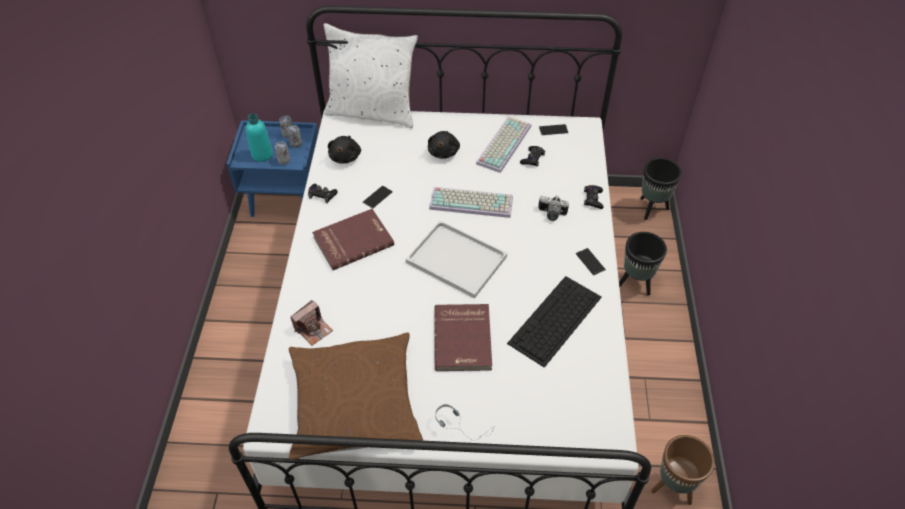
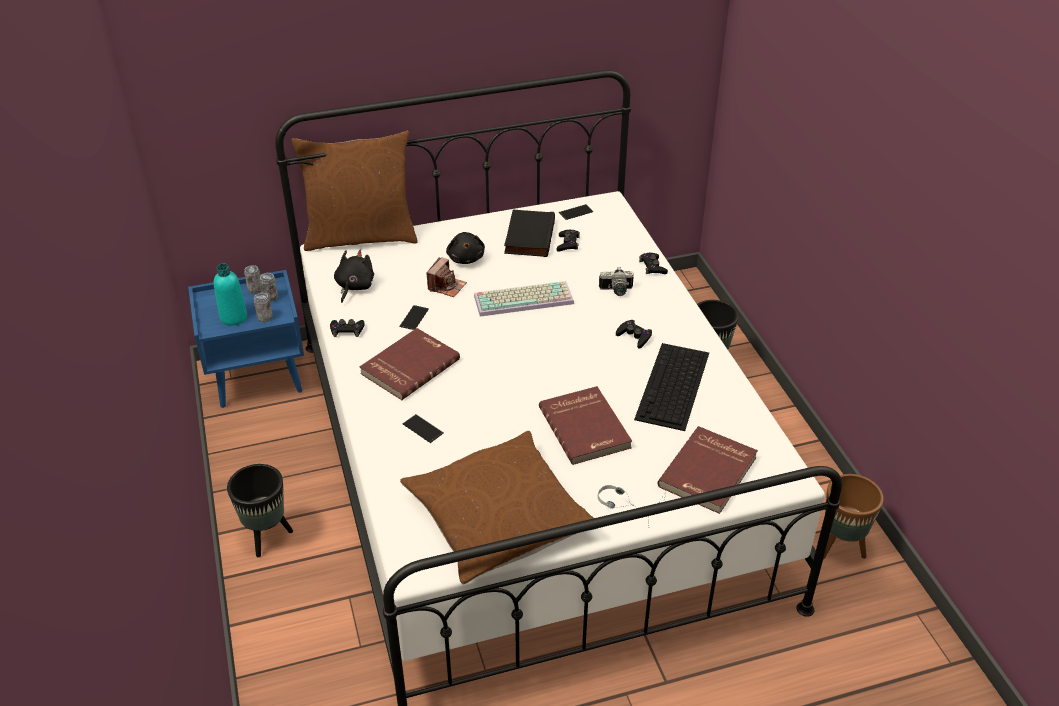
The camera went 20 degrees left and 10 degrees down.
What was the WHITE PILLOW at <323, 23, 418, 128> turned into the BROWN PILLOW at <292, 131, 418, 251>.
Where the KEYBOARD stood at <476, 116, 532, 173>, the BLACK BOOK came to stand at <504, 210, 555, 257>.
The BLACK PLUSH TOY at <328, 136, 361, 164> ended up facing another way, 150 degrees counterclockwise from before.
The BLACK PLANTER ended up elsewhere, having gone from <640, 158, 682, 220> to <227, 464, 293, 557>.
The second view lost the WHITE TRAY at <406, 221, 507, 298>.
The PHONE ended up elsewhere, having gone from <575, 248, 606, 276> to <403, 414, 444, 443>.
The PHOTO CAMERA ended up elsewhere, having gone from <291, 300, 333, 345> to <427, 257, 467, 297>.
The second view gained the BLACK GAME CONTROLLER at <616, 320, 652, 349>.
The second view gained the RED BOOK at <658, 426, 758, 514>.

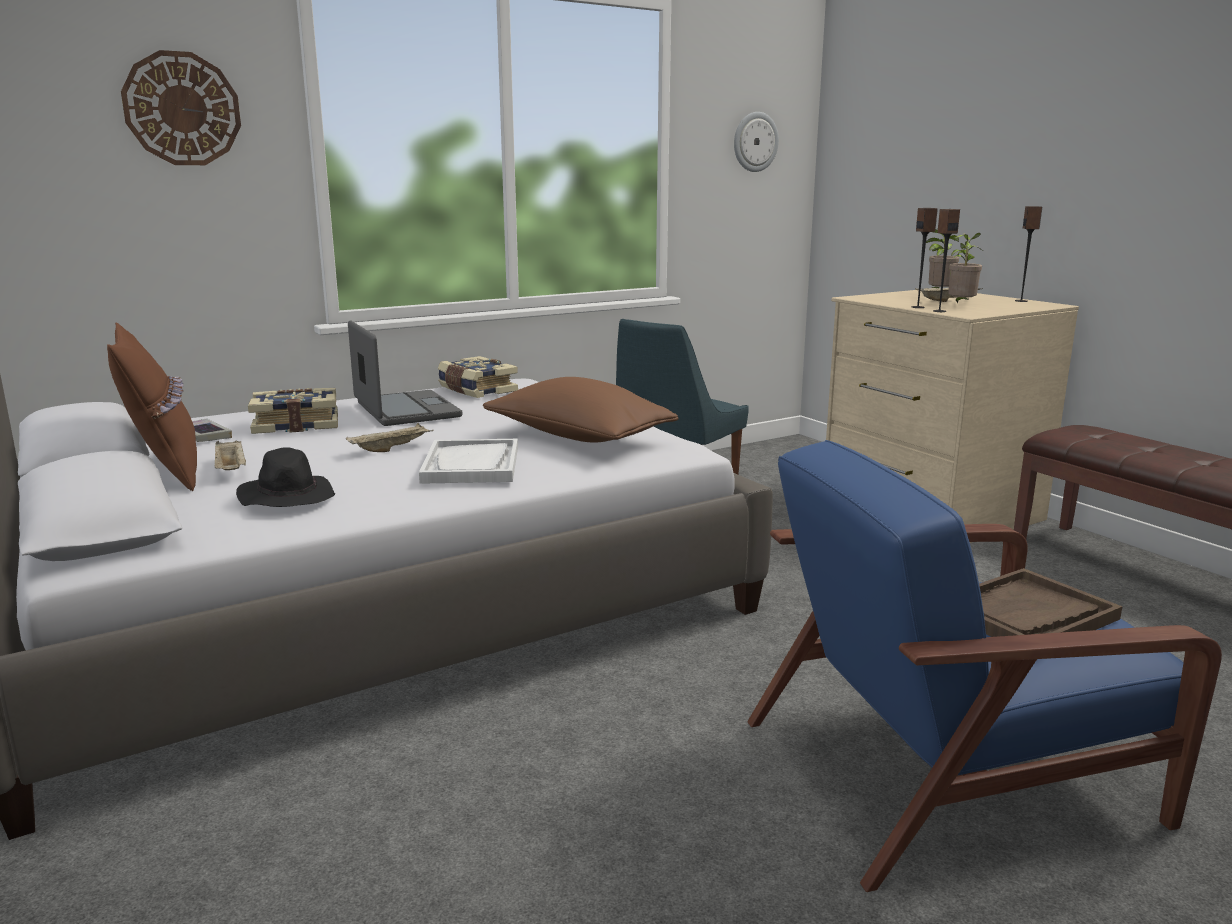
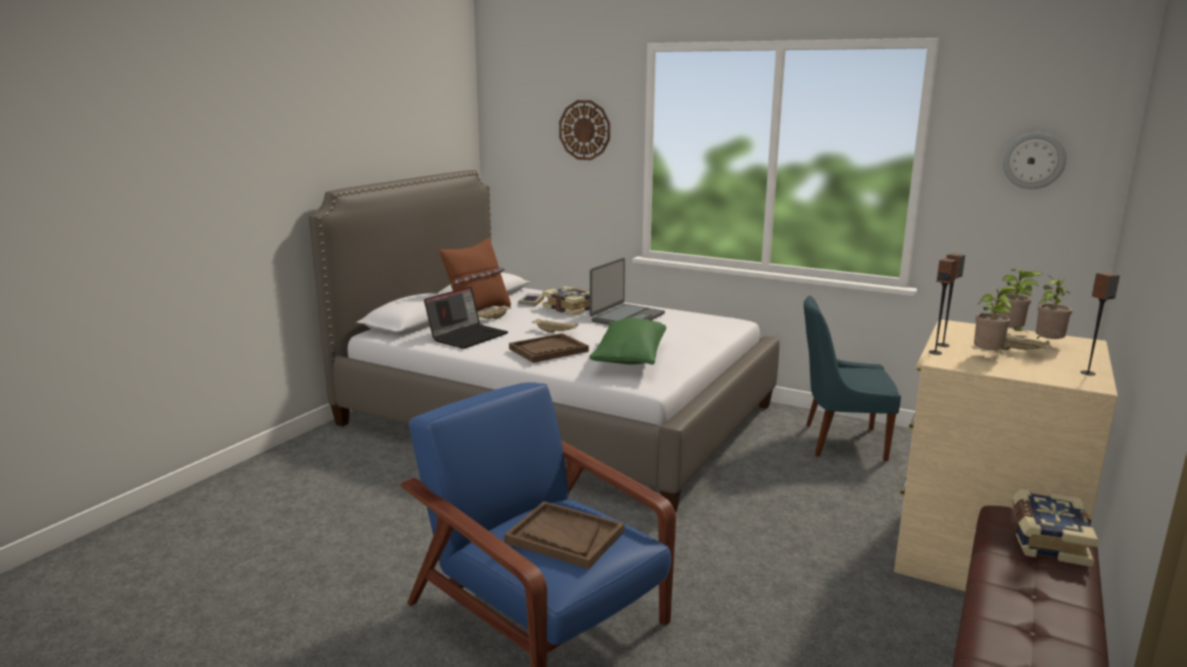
The camera went 60 degrees right and 0 degrees up.
The BOOK ended up elsewhere, having gone from <438, 356, 518, 398> to <1011, 489, 1099, 567>.
What was the BROWN PILLOW at <483, 377, 679, 443> turned into the GREEN PILLOW at <589, 318, 666, 364>.
What was the WHITE TRAY at <419, 439, 518, 484> turned into the BROWN TRAY at <509, 333, 589, 363>.
Where the BLACK HAT stood at <236, 447, 335, 507>, the LAPTOP came to stand at <424, 287, 508, 349>.
The second view gained the POTTED PLANT at <998, 269, 1043, 331>.

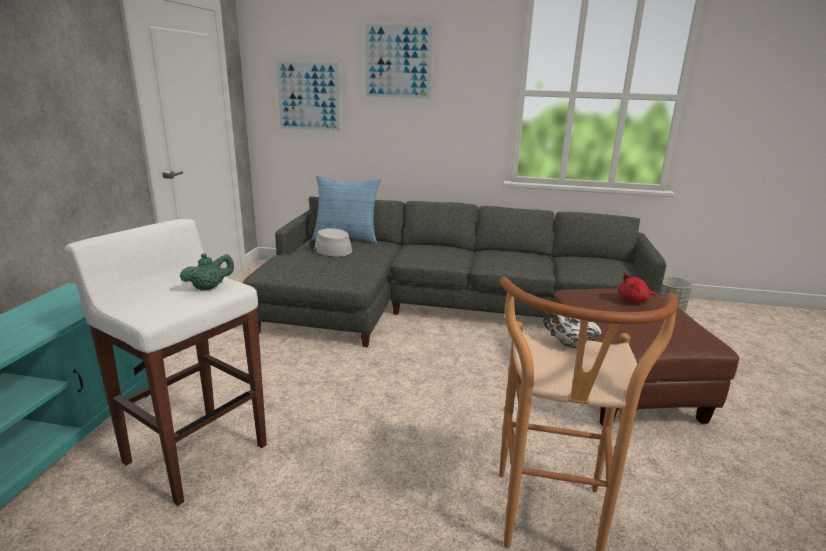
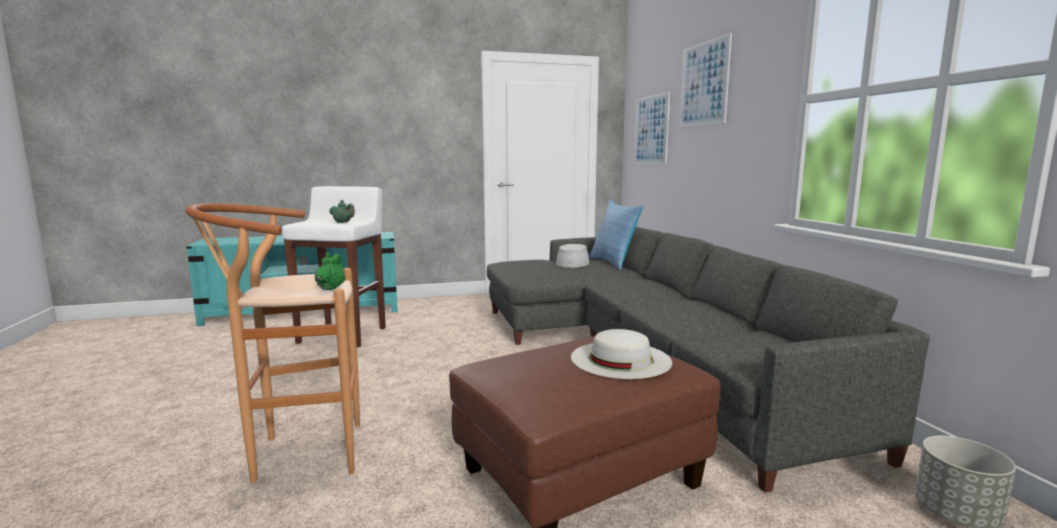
The camera went 65 degrees right and 10 degrees down.
Where the RED PLUSH TOY stood at <619, 273, 656, 303>, the WHITE HAT came to stand at <571, 329, 672, 379>.
What was the WHITE TEAPOT at <543, 312, 601, 349> turned into the GREEN TEAPOT at <315, 252, 345, 290>.

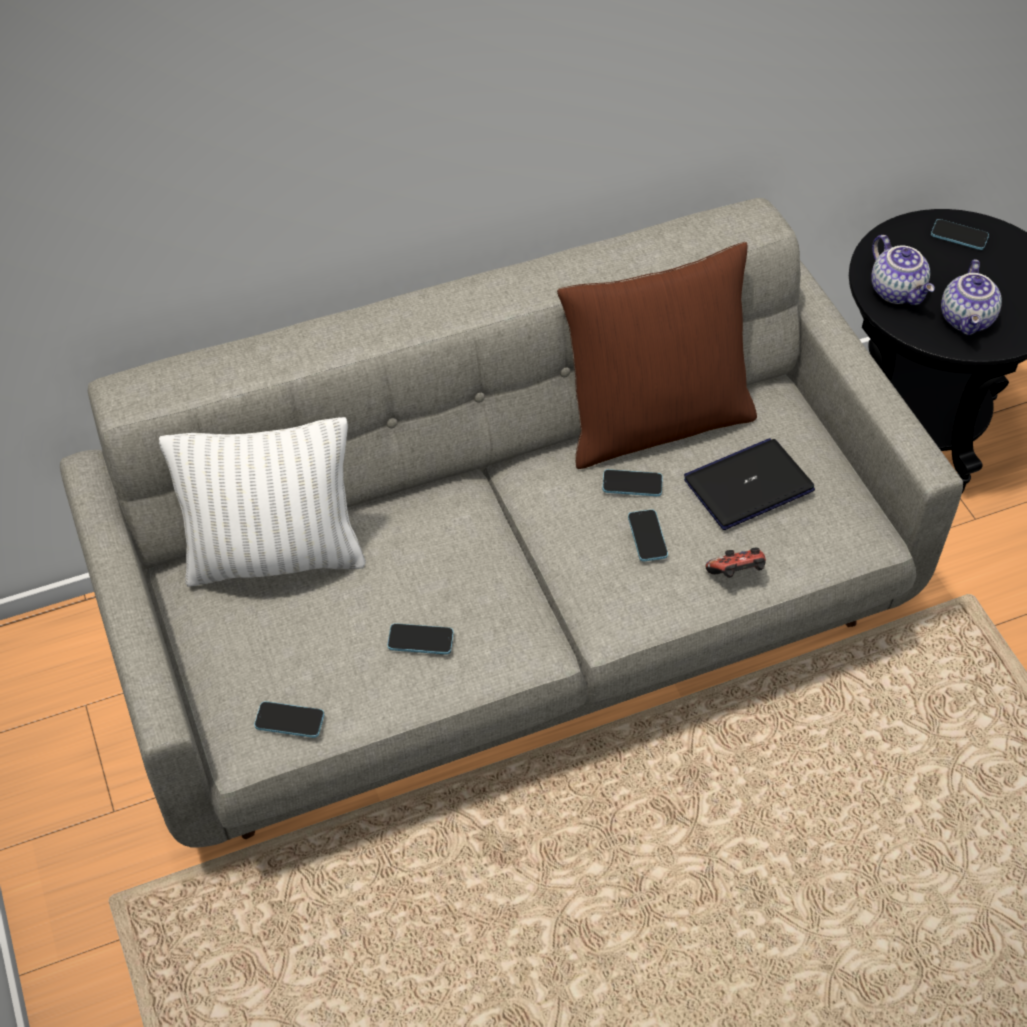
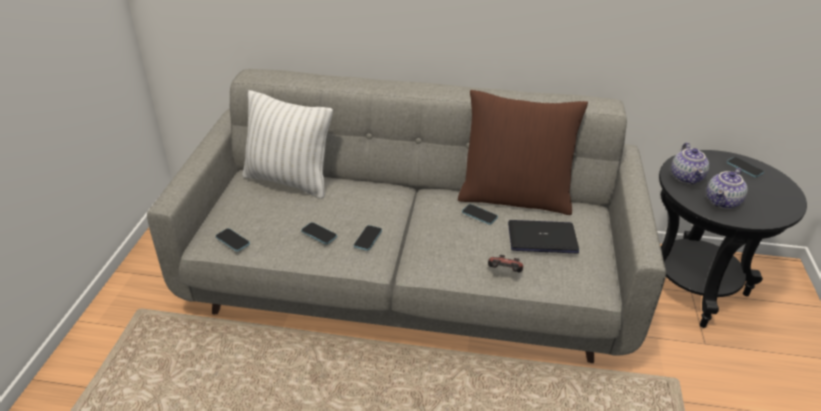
The camera went 30 degrees right and 15 degrees down.
The PHONE ended up elsewhere, having gone from <628, 509, 668, 562> to <354, 225, 382, 251>.

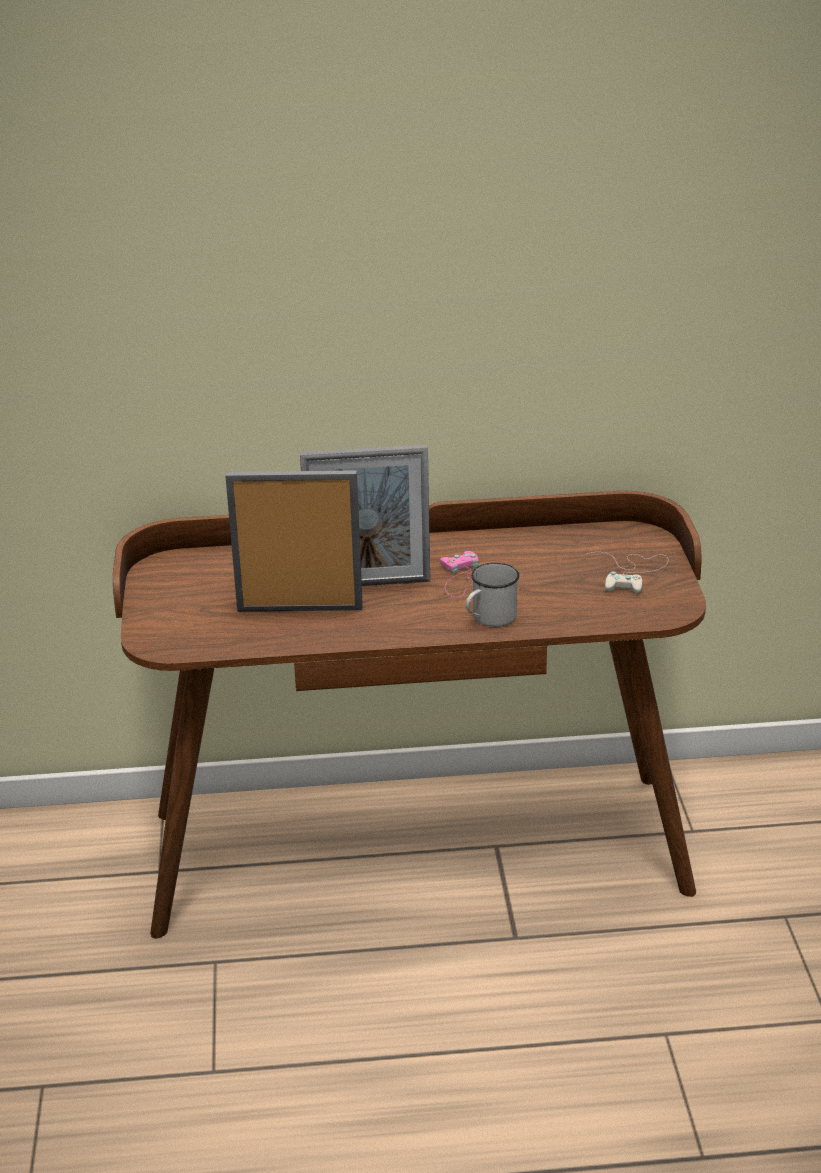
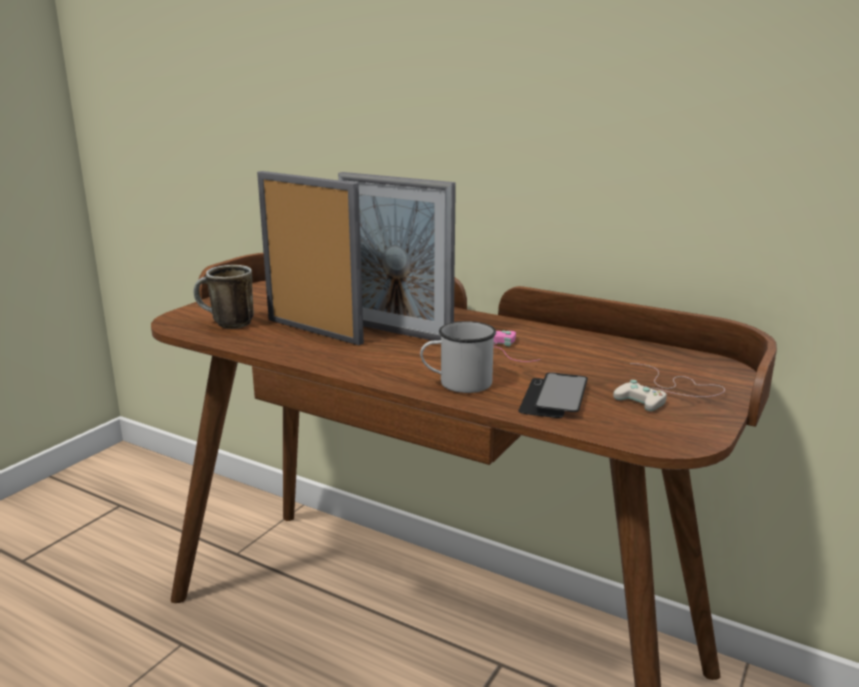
The camera went 35 degrees right and 10 degrees down.
The second view gained the MUG at <194, 265, 254, 329>.
The second view gained the PHONE at <518, 372, 588, 418>.

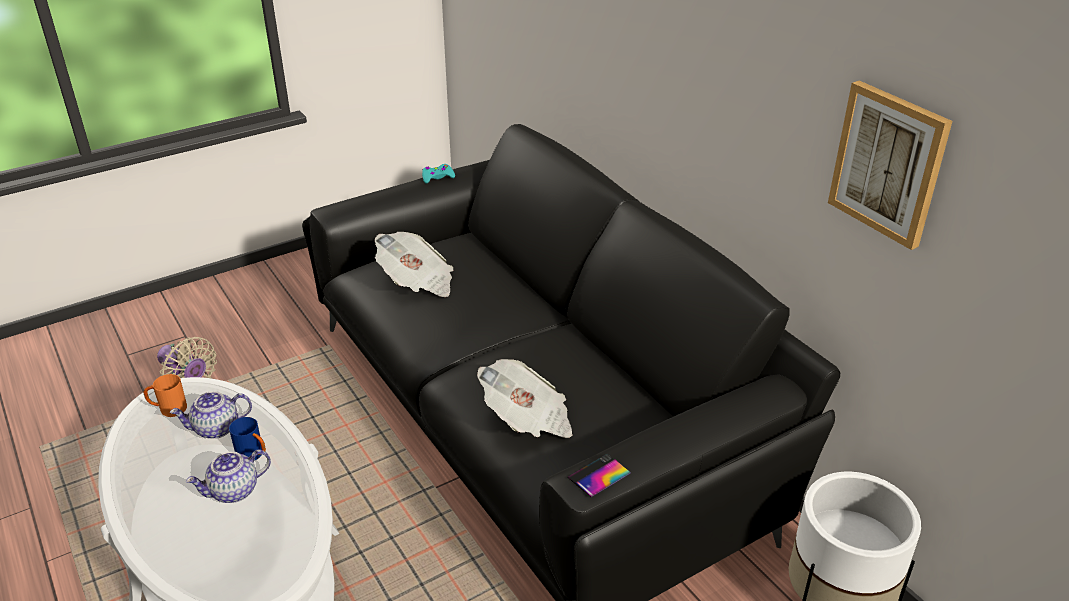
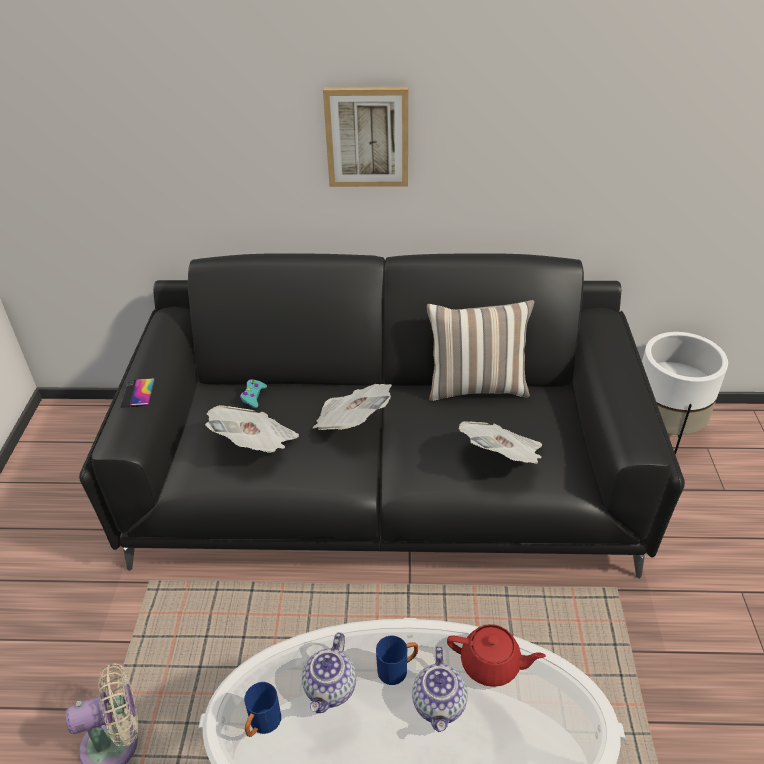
The camera went 55 degrees left and 5 degrees up.
The PICTURE ended up elsewhere, having gone from <828, 81, 952, 250> to <323, 87, 408, 187>.
The TURQUOISE GAME CONTROLLER ended up elsewhere, having gone from <422, 164, 455, 183> to <240, 379, 267, 408>.
What was the ORANGE MUG at <144, 374, 187, 417> turned into the BLUE MUG at <244, 682, 281, 737>.
The PHONE ended up elsewhere, having gone from <568, 454, 631, 497> to <121, 378, 155, 408>.
The second view gained the PILLOW at <427, 300, 534, 401>.
The second view gained the NEWSPAPER at <313, 384, 392, 430>.
The second view gained the RED TEAPOT at <447, 624, 546, 687>.

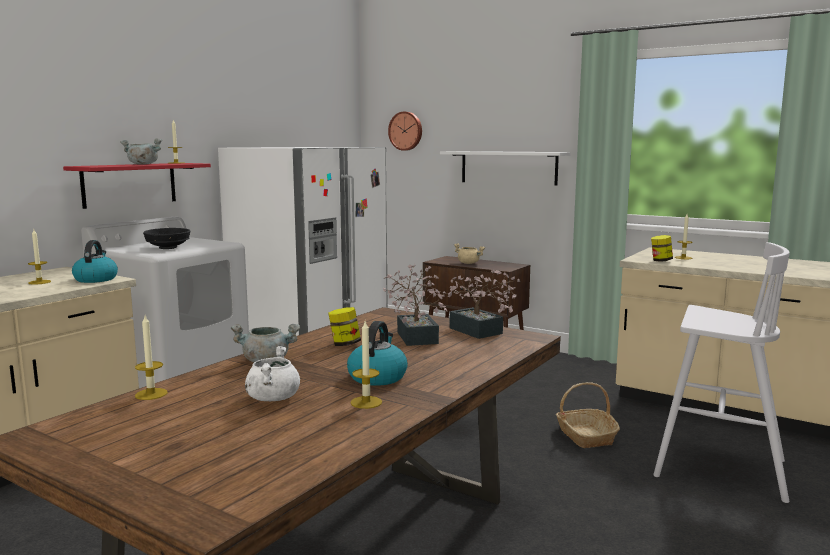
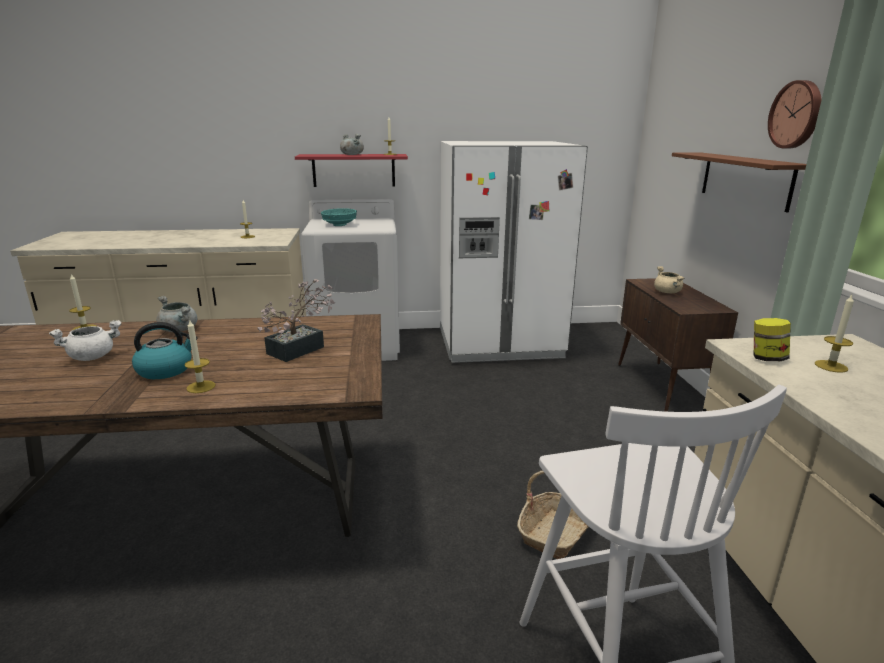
The camera went 50 degrees right and 10 degrees up.
The WALL CLOCK ended up elsewhere, having gone from <388, 112, 422, 151> to <768, 80, 822, 148>.
What was the WHITE SHELF at <440, 151, 571, 186> turned into the BROWN SHELF at <672, 153, 806, 212>.
What was the BLACK BOWL at <143, 228, 190, 249> turned into the TURQUOISE BOWL at <321, 208, 357, 226>.
The second view lost the KETTLE at <72, 240, 118, 283>.
The second view lost the POTTED PLANT at <442, 269, 520, 339>.
The second view lost the JAR at <328, 307, 361, 346>.
The CANDLE ended up elsewhere, having gone from <351, 321, 382, 409> to <184, 320, 216, 393>.

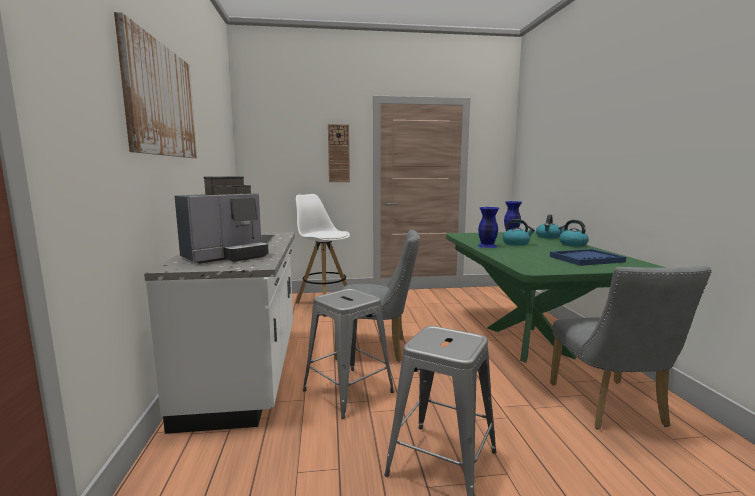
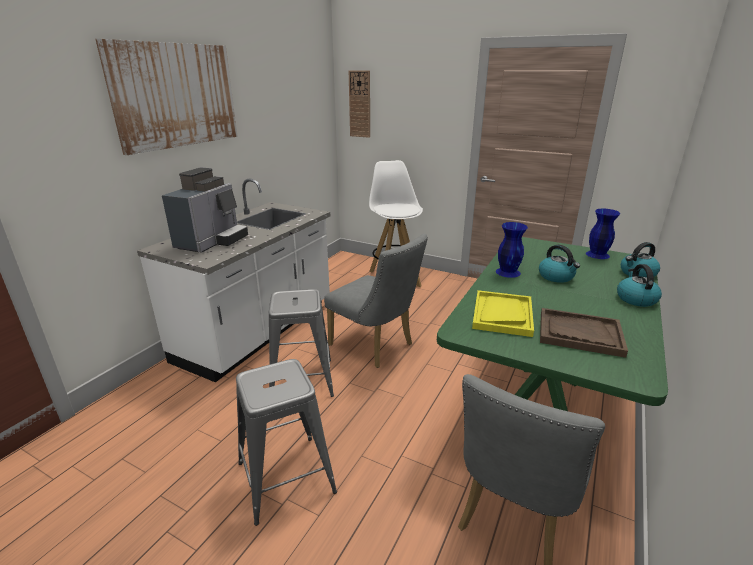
The camera went 35 degrees right and 15 degrees up.
The WALL CLOCK ended up elsewhere, having gone from <328, 124, 350, 182> to <349, 71, 370, 138>.
The COFFEE MACHINE at <175, 176, 269, 264> ended up facing another way, 60 degrees counterclockwise from before.
What was the BLUE TRAY at <550, 249, 626, 266> turned into the BROWN TRAY at <540, 308, 628, 358>.
The second view gained the YELLOW TRAY at <472, 290, 534, 337>.

